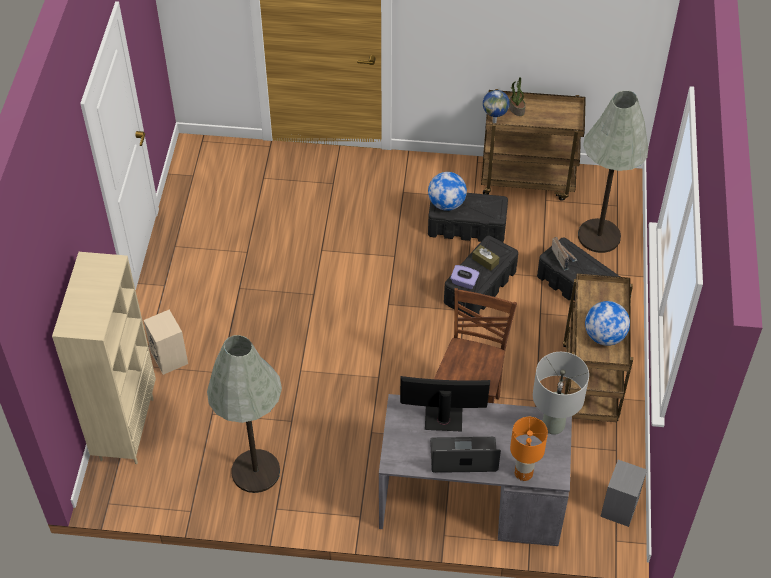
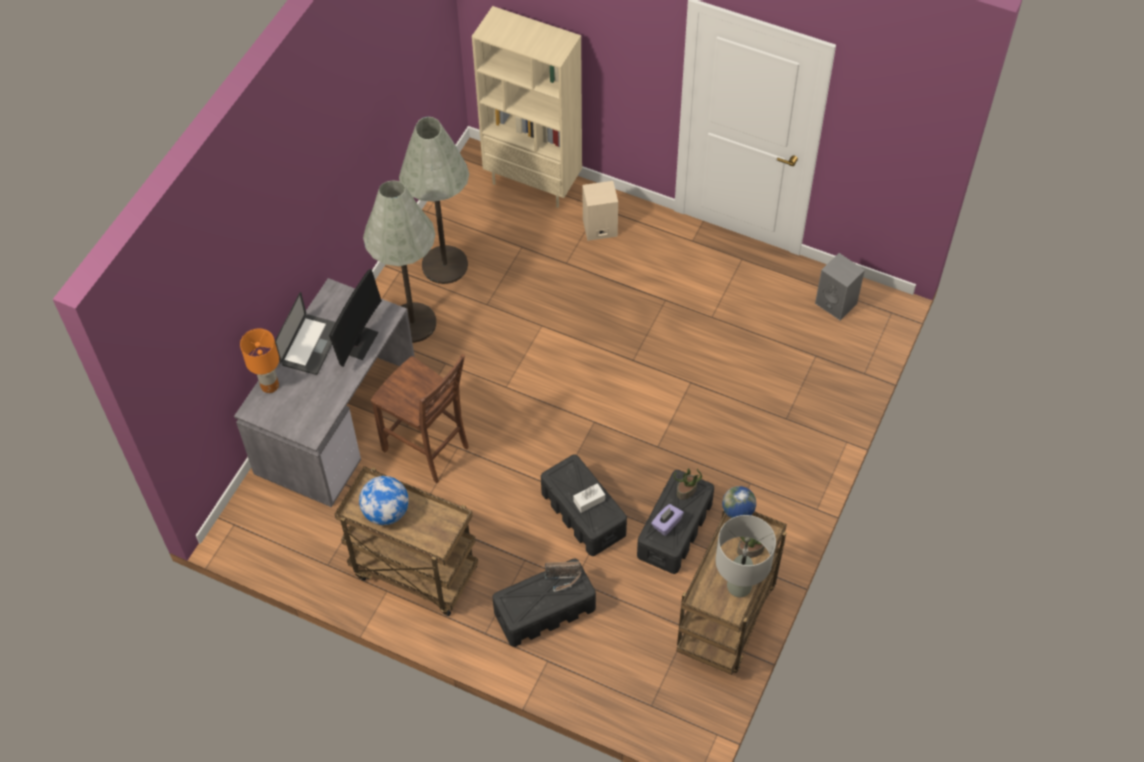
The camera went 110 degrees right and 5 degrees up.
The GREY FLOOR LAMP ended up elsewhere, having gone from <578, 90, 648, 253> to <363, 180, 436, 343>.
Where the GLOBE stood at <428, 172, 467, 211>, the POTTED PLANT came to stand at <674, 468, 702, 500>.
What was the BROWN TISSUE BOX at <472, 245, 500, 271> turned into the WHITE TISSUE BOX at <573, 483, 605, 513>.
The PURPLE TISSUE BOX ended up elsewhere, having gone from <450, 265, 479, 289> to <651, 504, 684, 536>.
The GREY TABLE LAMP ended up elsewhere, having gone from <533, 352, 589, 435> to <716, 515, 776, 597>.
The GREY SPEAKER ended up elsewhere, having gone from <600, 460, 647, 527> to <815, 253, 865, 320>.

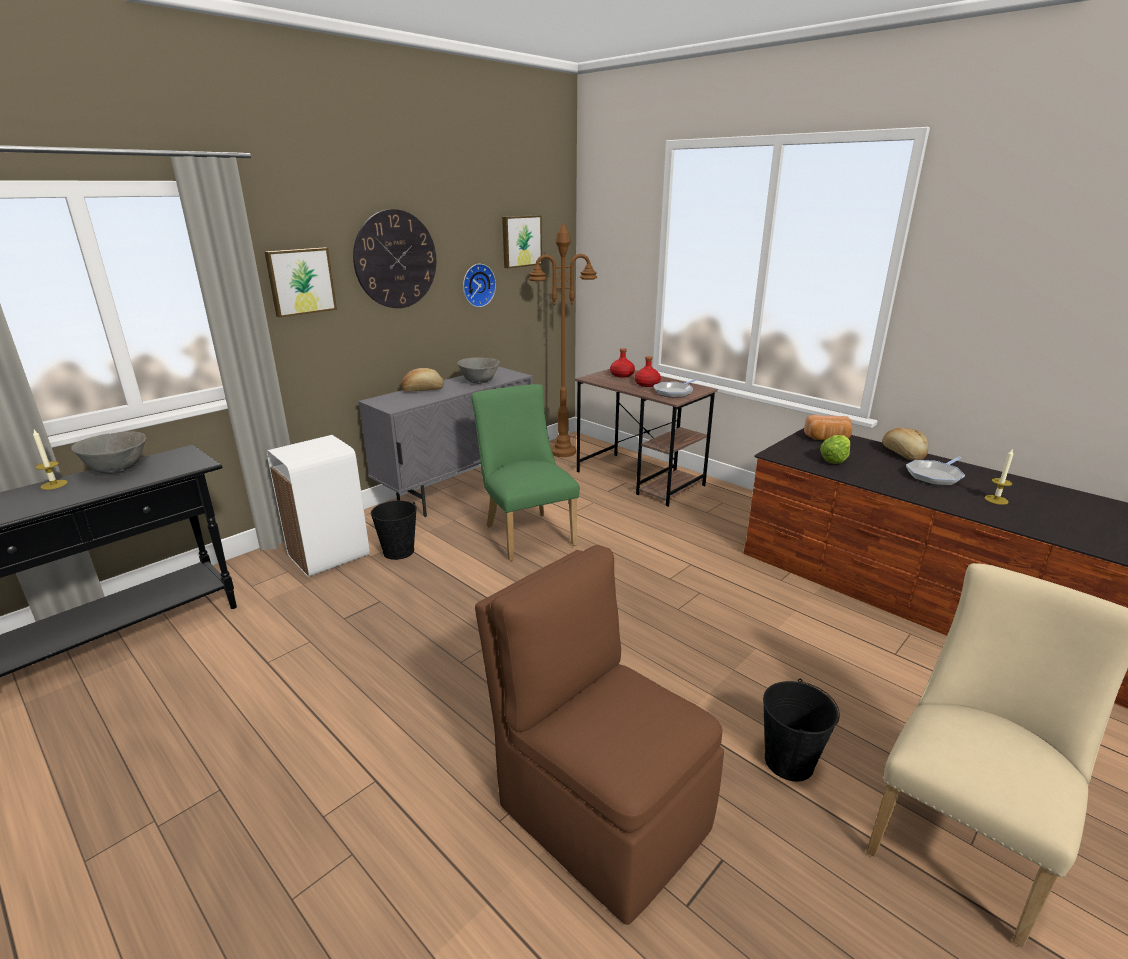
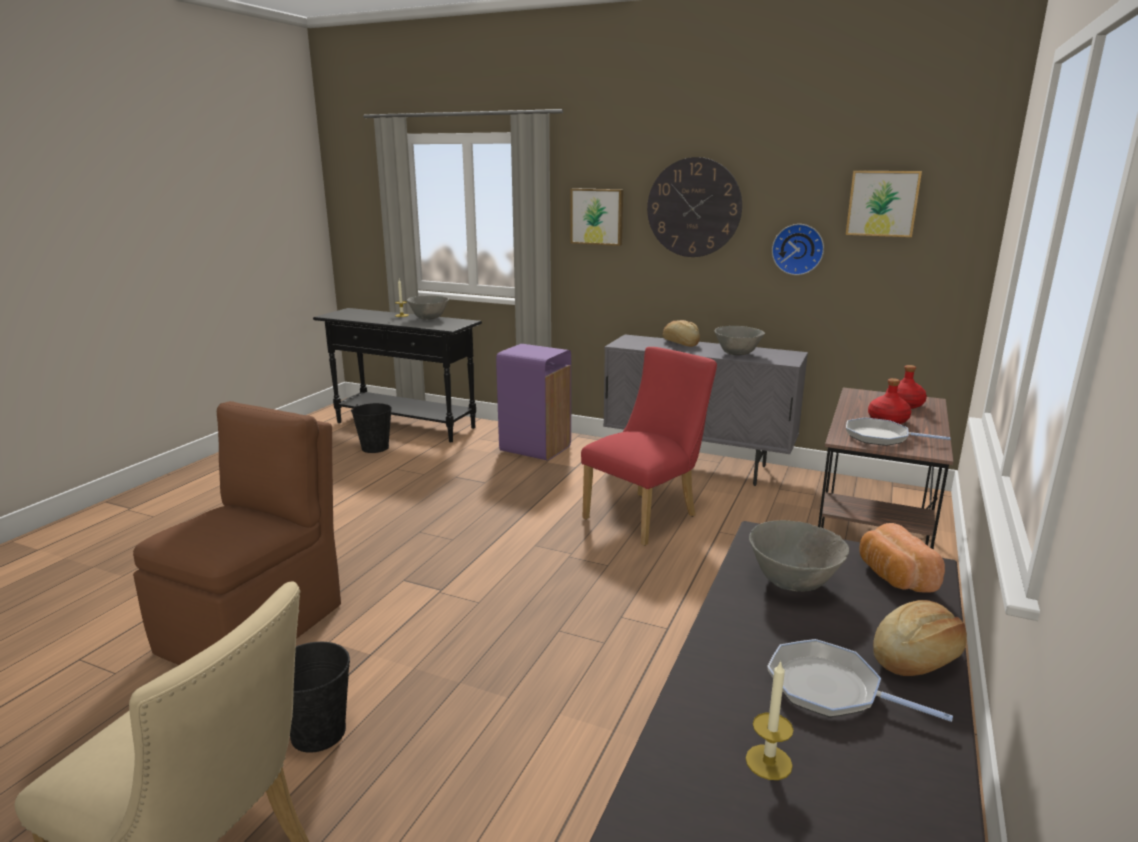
The camera went 70 degrees right and 5 degrees down.
The second view lost the BROWN FLOOR LAMP at <528, 223, 597, 457>.
What was the GREEN CHAIR at <471, 384, 580, 561> turned into the RED CHAIR at <581, 347, 717, 546>.
What was the WHITE TRASH CAN at <266, 435, 370, 577> turned into the PURPLE TRASH CAN at <496, 344, 571, 461>.
Where the LETTUCE stood at <820, 435, 850, 464>, the GREY BOWL came to stand at <749, 520, 849, 591>.
The BLACK BUCKET ended up elsewhere, having gone from <371, 501, 417, 560> to <351, 403, 392, 453>.

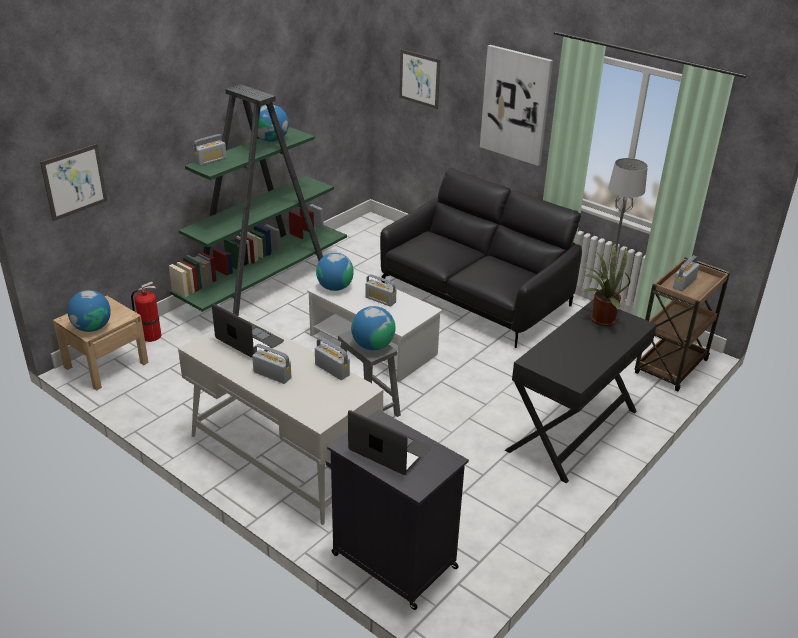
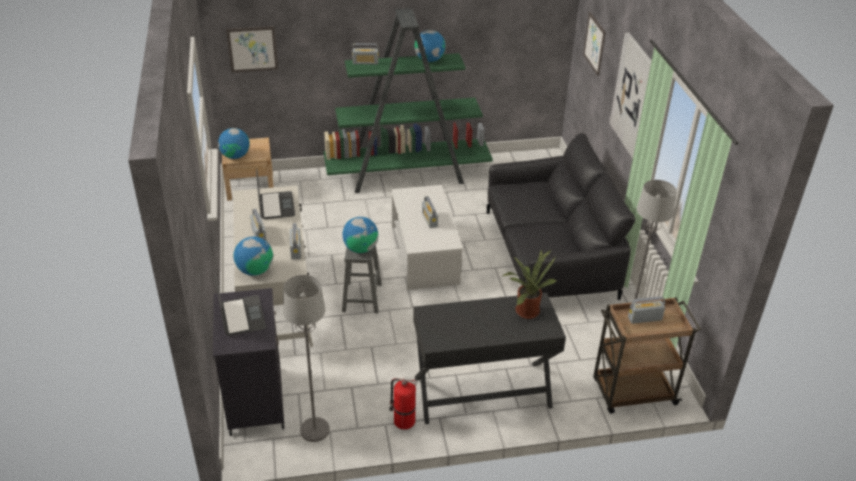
The camera went 40 degrees right and 5 degrees up.
The GLOBE ended up elsewhere, having gone from <316, 253, 354, 291> to <233, 237, 273, 276>.
The FIRE EXTINGUISHER ended up elsewhere, having gone from <131, 282, 161, 342> to <389, 376, 417, 430>.
The second view gained the GREY FLOOR LAMP at <283, 275, 330, 442>.

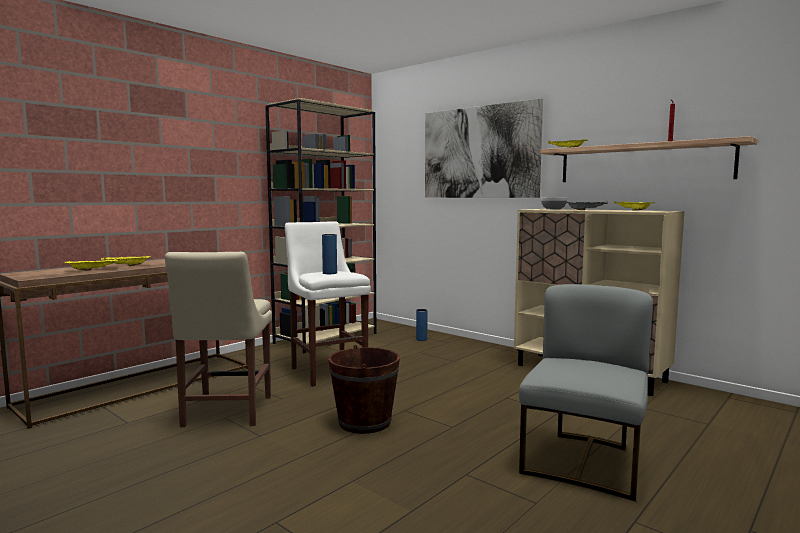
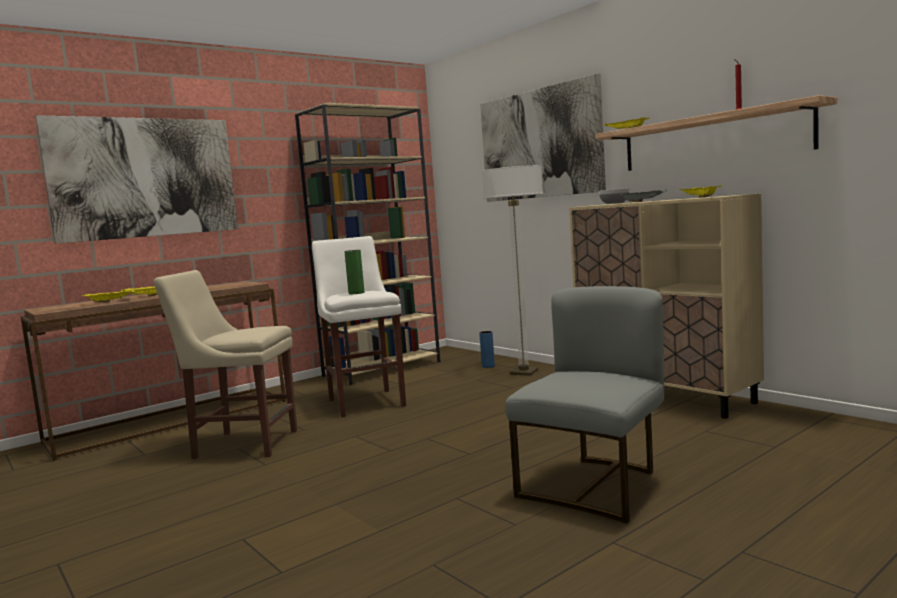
The camera went 10 degrees right and 0 degrees up.
What was the BLUE VASE at <322, 234, 337, 274> turned into the GREEN VASE at <344, 250, 364, 294>.
The BEIGE CHAIR at <165, 252, 272, 427> ended up facing another way, 90 degrees clockwise from before.
The second view lost the BROWN BUCKET at <328, 345, 400, 434>.
The second view gained the PICTURE at <35, 115, 238, 244>.
The second view gained the FLOOR LAMP at <482, 165, 543, 376>.

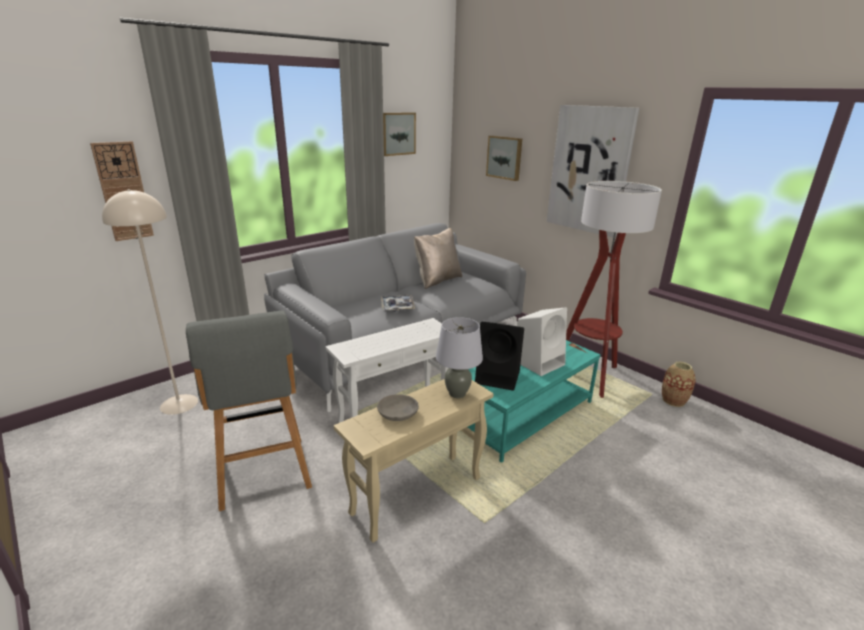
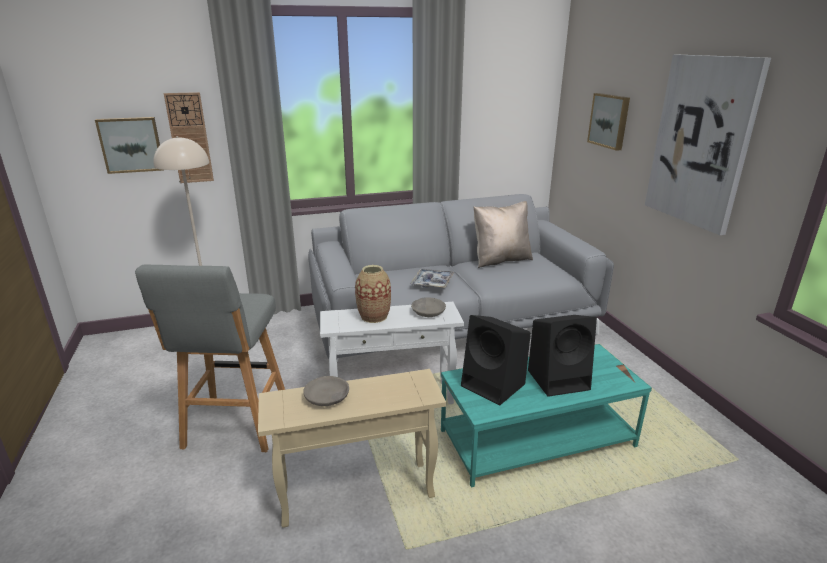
The camera went 25 degrees right and 0 degrees up.
The PICTURE ended up elsewhere, having gone from <383, 112, 416, 156> to <95, 117, 163, 174>.
The second view lost the FLOOR LAMP at <566, 181, 662, 398>.
What was the WHITE SPEAKER at <517, 307, 567, 376> turned into the BLACK SPEAKER at <528, 315, 597, 397>.
The second view lost the GREY TABLE LAMP at <436, 317, 483, 398>.
The VASE ended up elsewhere, having gone from <662, 362, 696, 407> to <355, 265, 391, 323>.
The second view gained the GREY BOWL at <411, 297, 446, 317>.

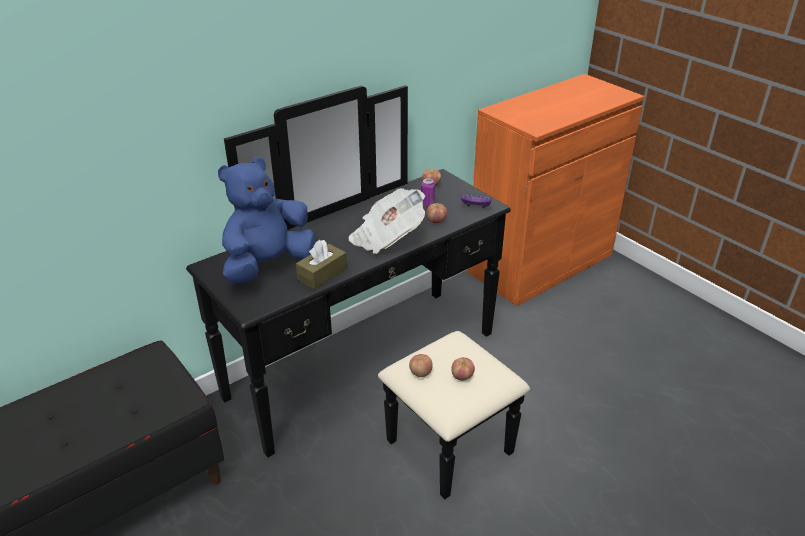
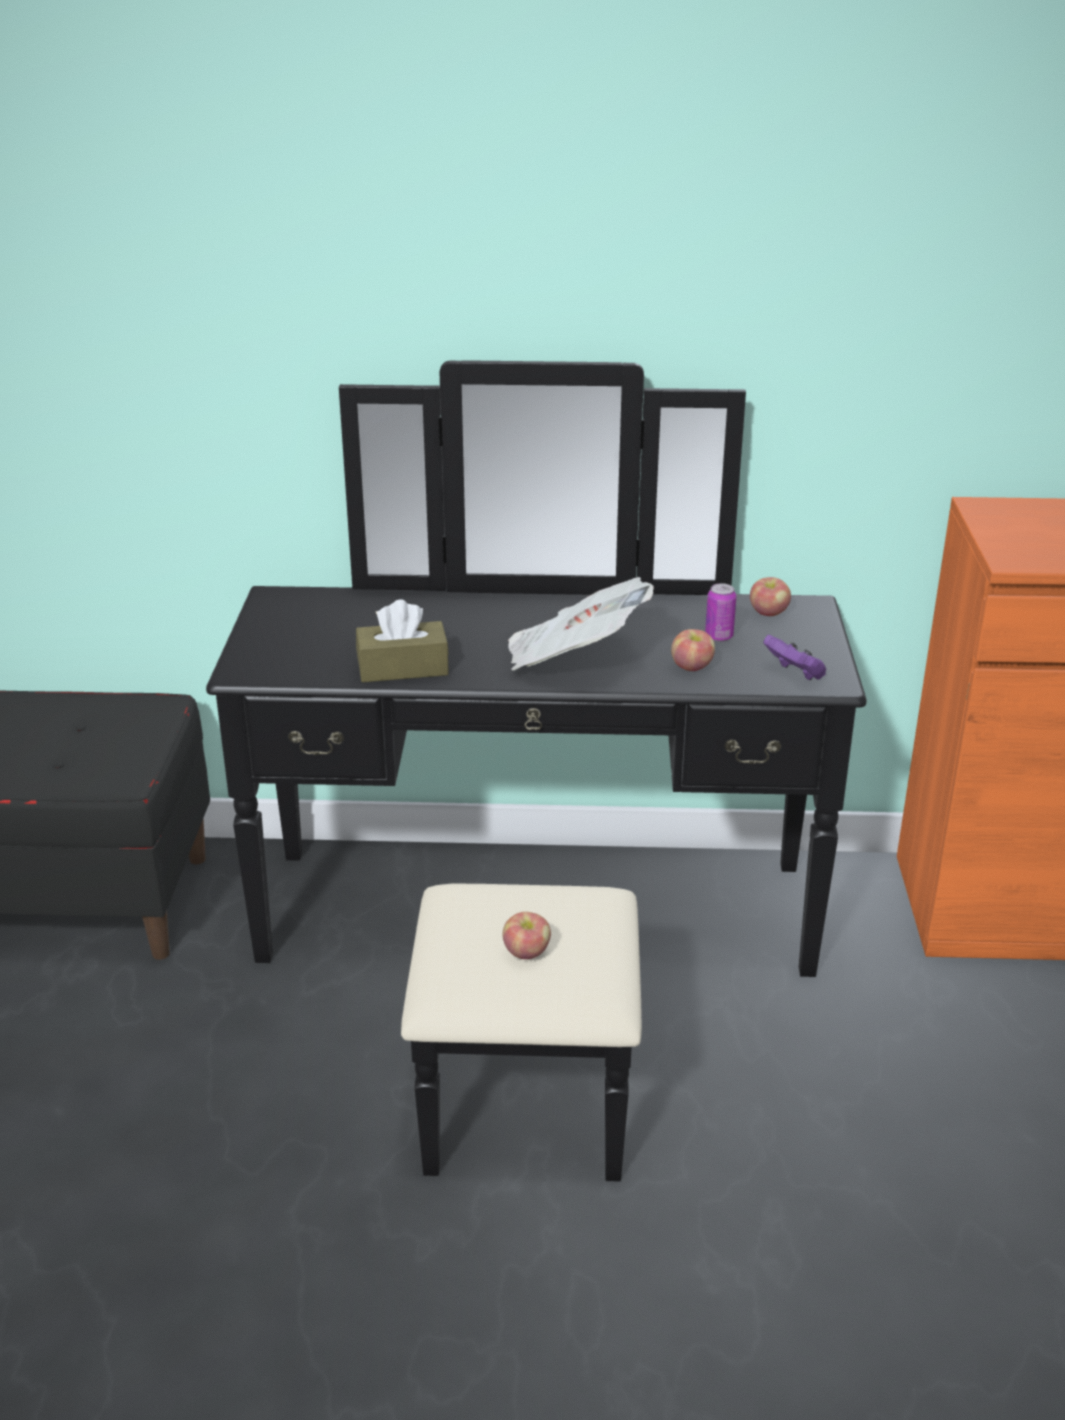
The camera went 40 degrees right and 5 degrees down.
The second view lost the BLUE PLUSH TOY at <218, 157, 315, 284>.
The second view lost the APPLE at <409, 354, 433, 377>.

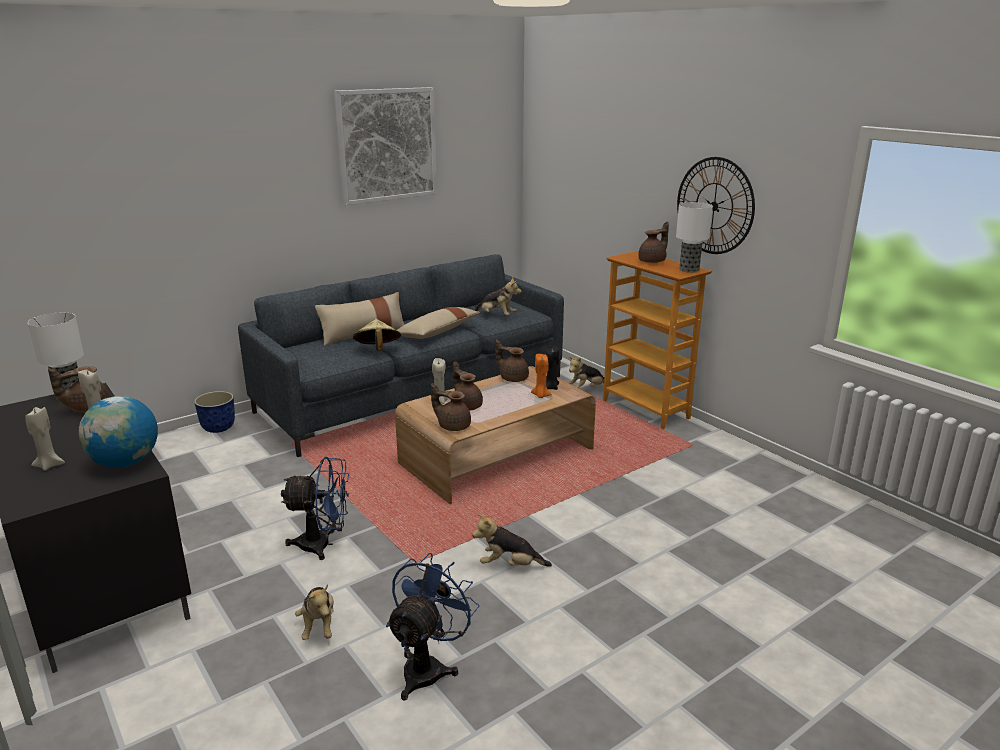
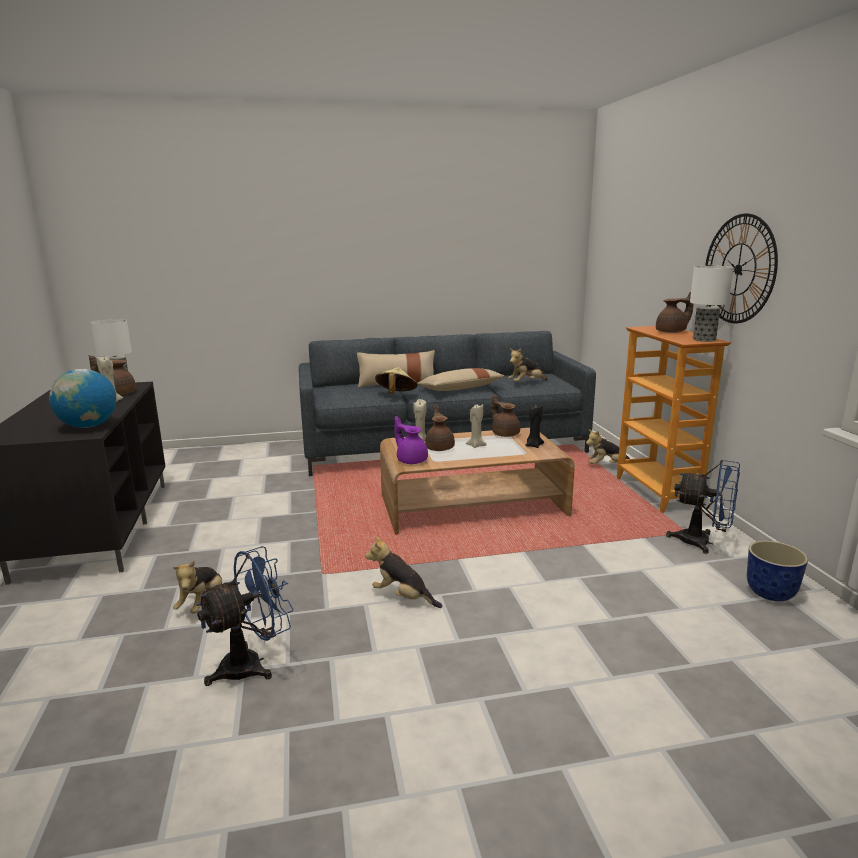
The camera went 25 degrees right and 5 degrees down.
The second view lost the PICTURE at <334, 87, 437, 205>.
The PLUSH TOY at <473, 277, 522, 315> ended up facing another way, 105 degrees clockwise from before.
The second view lost the ORANGE CANDLE at <531, 354, 552, 398>.
What was the BROWN TEAPOT at <431, 383, 471, 431> turned into the PURPLE TEAPOT at <395, 416, 428, 464>.
The PLANTER ended up elsewhere, having gone from <194, 391, 235, 433> to <747, 541, 808, 601>.
The BEIGE CANDLE ended up elsewhere, having gone from <25, 407, 65, 471> to <466, 404, 487, 448>.
The BLUE FAN ended up elsewhere, having gone from <281, 457, 349, 560> to <666, 460, 740, 554>.

